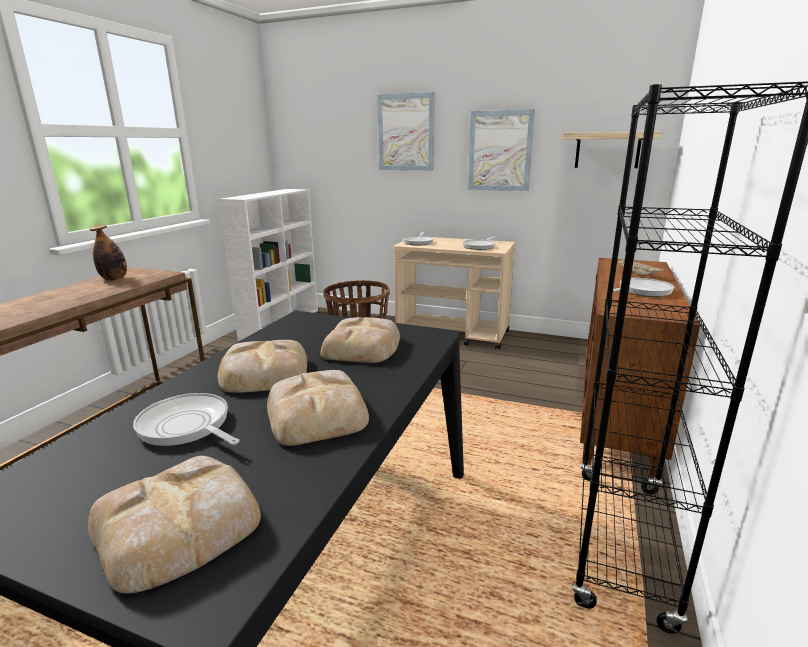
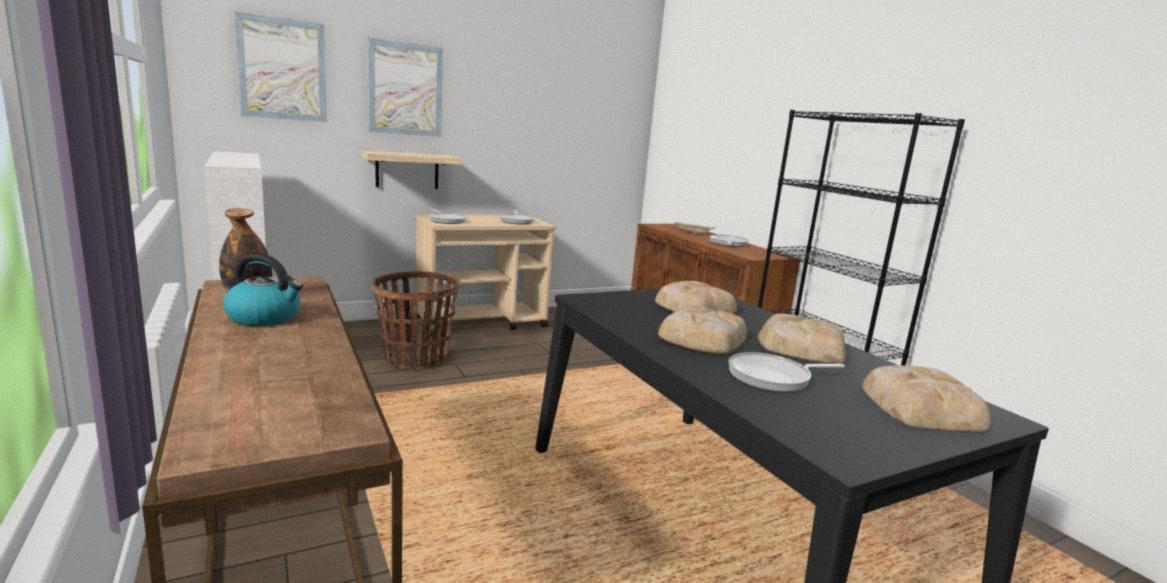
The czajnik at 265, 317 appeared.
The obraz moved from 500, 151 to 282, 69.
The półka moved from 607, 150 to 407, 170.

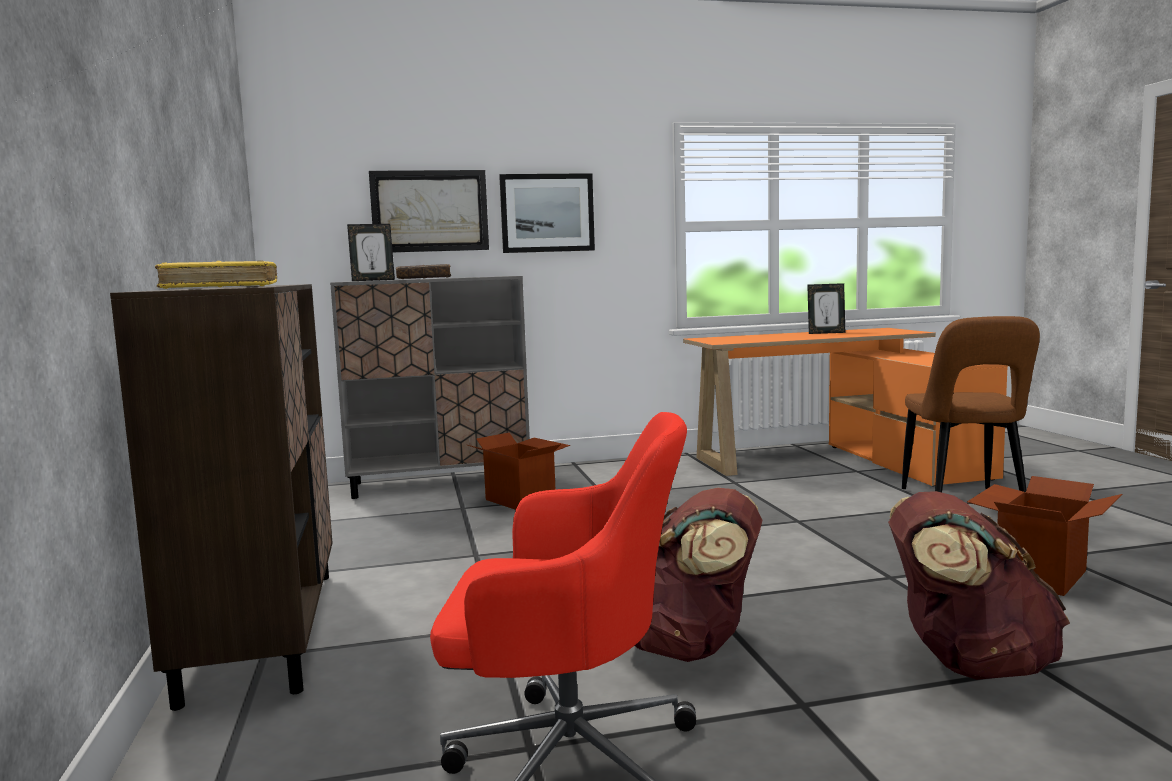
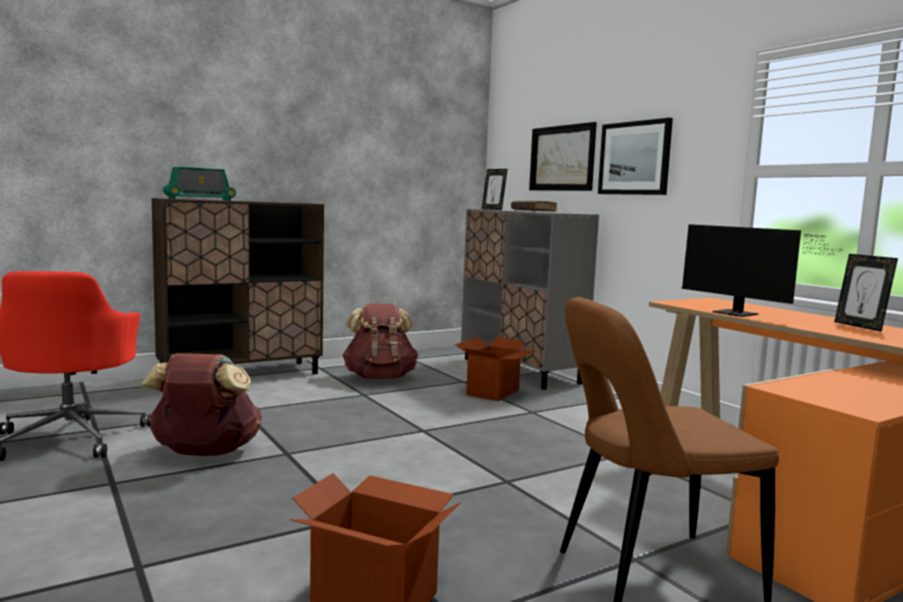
The książka [żółty] at 220, 287 was replaced by the radio at 199, 199.
The plecak [brązowy] moved from 968, 663 to 380, 378.
The monitor at 739, 314 appeared.

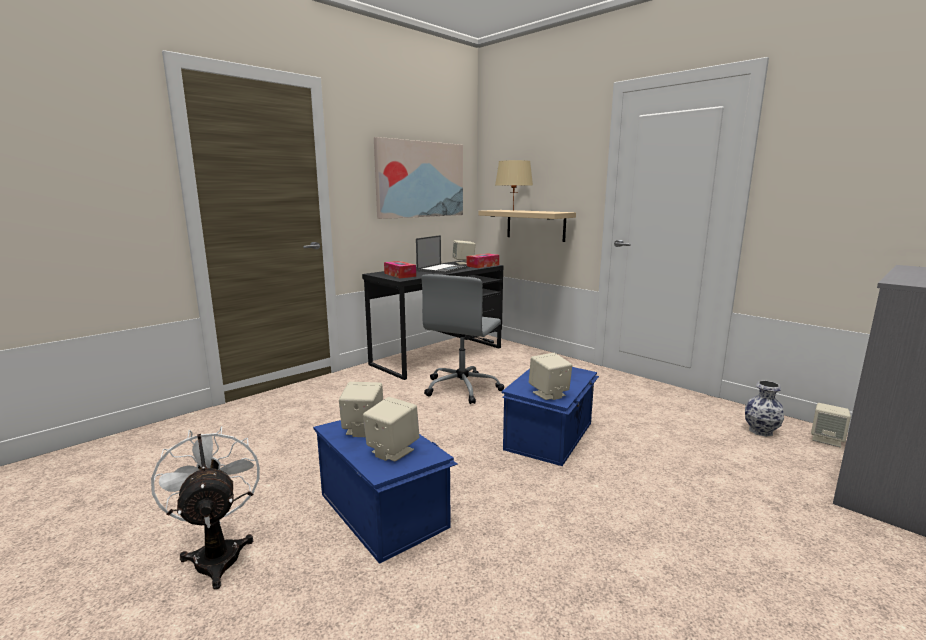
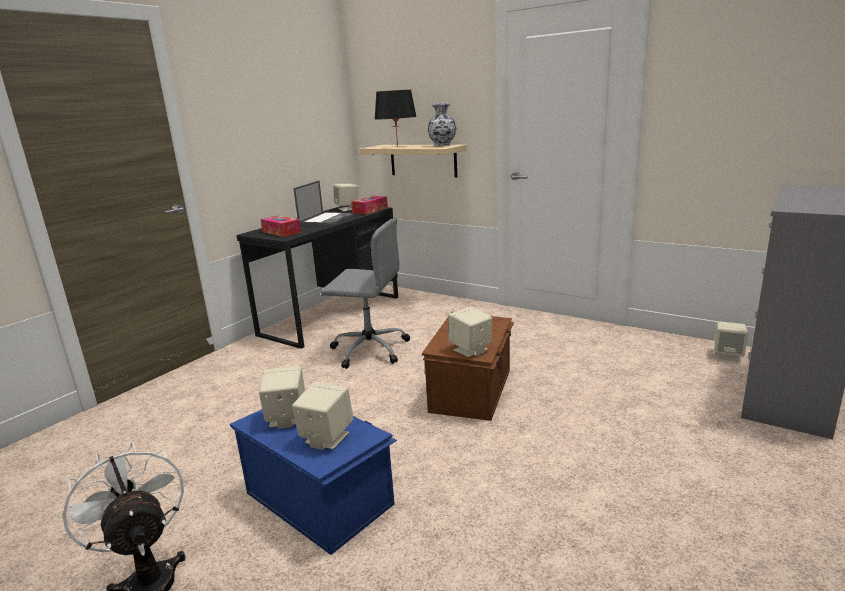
The krzesło biurowe [szary] at 462, 388 turned 90 degrees counterclockwise.
The lampa stołowa [beżowy] at 513, 210 became the lampa stołowa [czarny] at 397, 146.
The pojemnik do przechowywania [niebieski] at 551, 436 became the pojemnik do przechowywania [brązowy] at 473, 390.
The wazon moved from 760, 431 to 442, 145.
The obraz at 420, 179 disappeared.

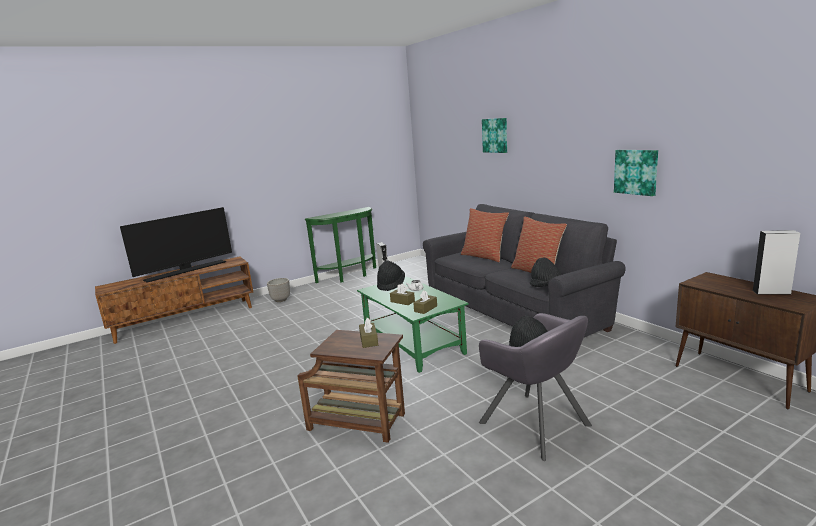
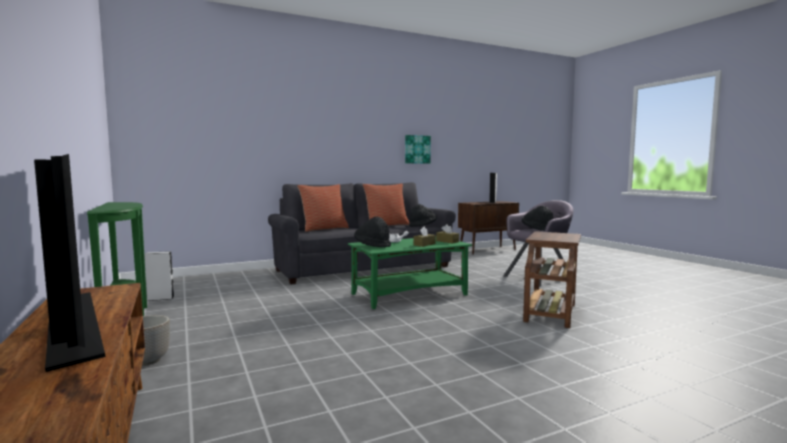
The pudełko chusteczek [brązowy] at 369, 340 disappeared.
The obraz at 495, 135 disappeared.

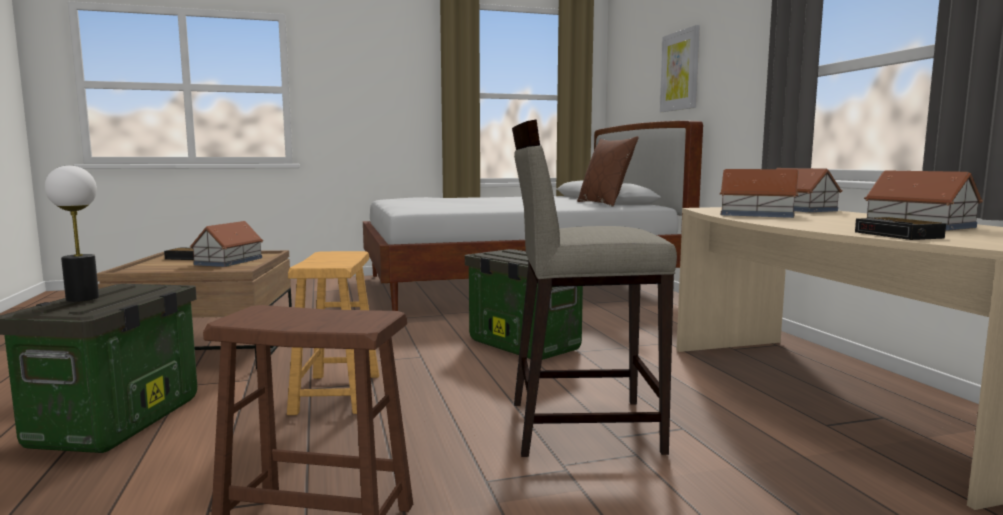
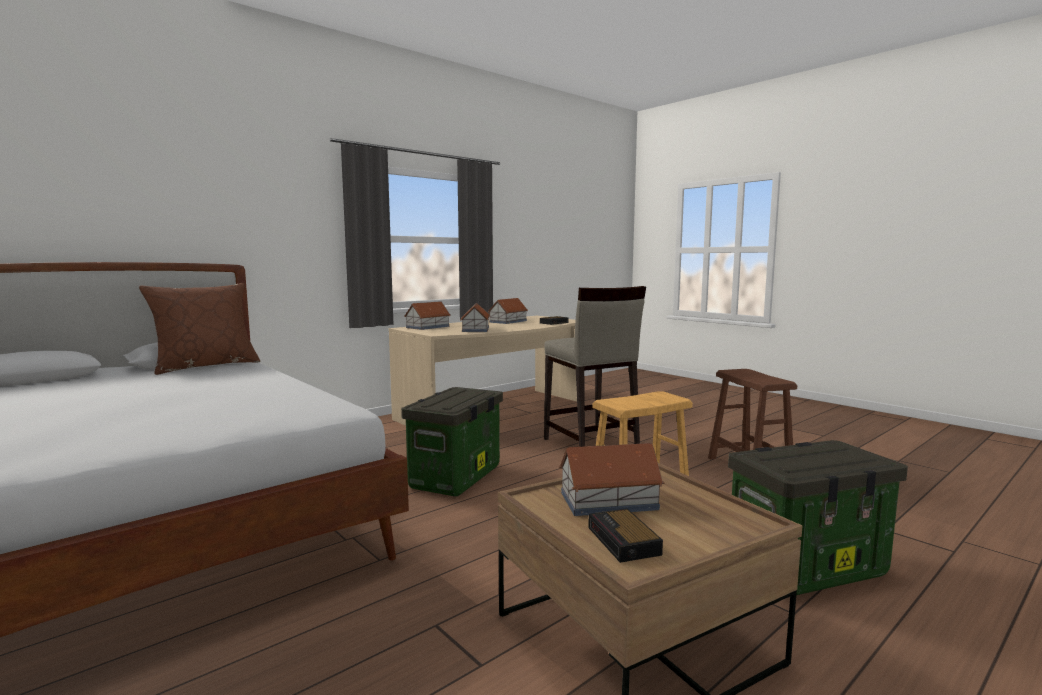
The lampa stołowa at 83, 298 disappeared.
The obraz at 680, 71 disappeared.

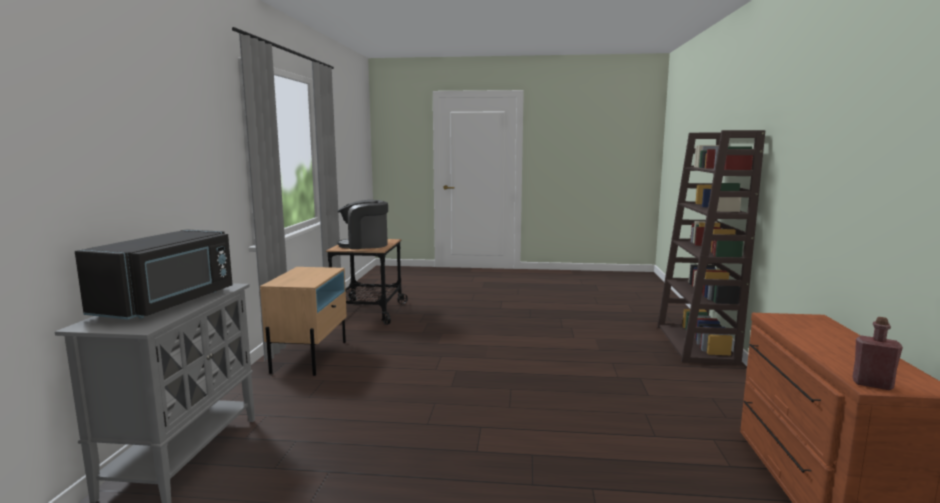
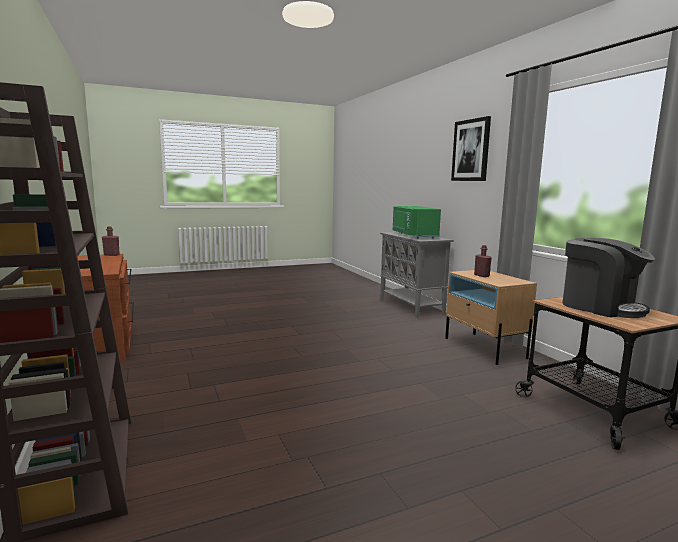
The mikrofalówka [czarny] at 169, 303 became the mikrofalówka [zielony] at 413, 235.
The obraz at 471, 150 appeared.
The butelka [czerwony] at 481, 275 appeared.
The ekspres do kawy at 364, 245 turned 90 degrees clockwise.

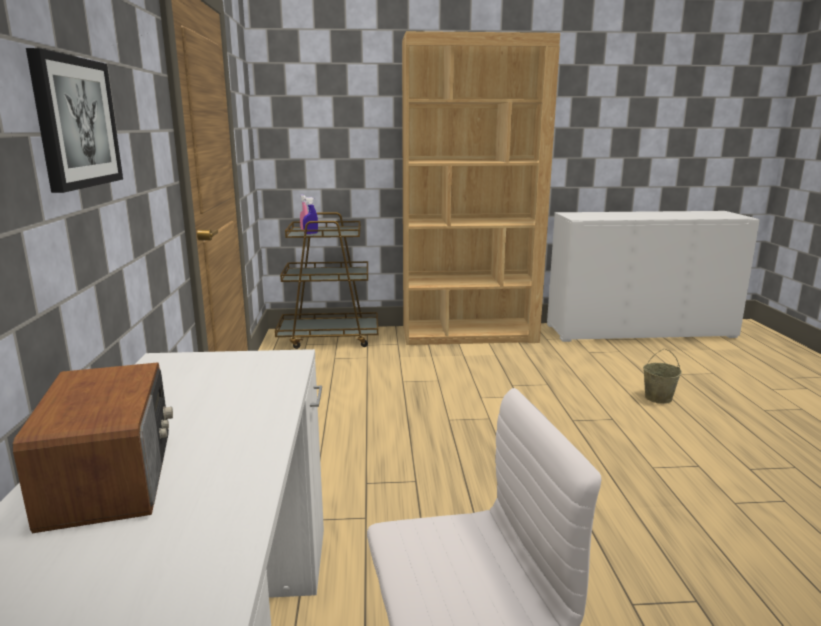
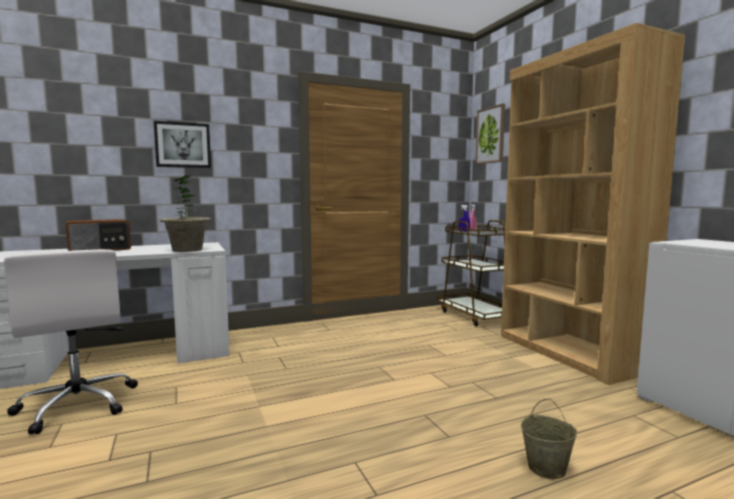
The roślina doniczkowa at 187, 250 appeared.
The obraz at 490, 135 appeared.

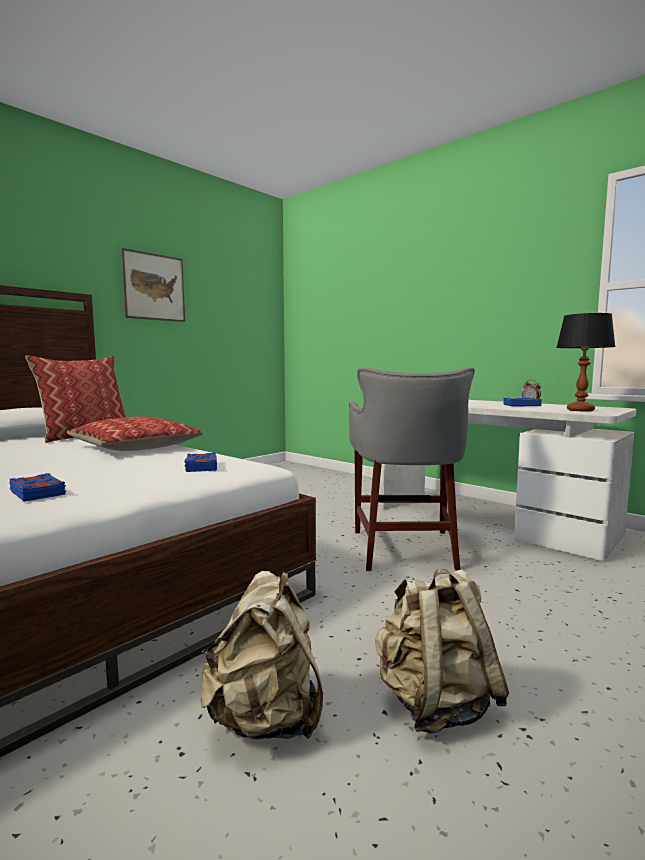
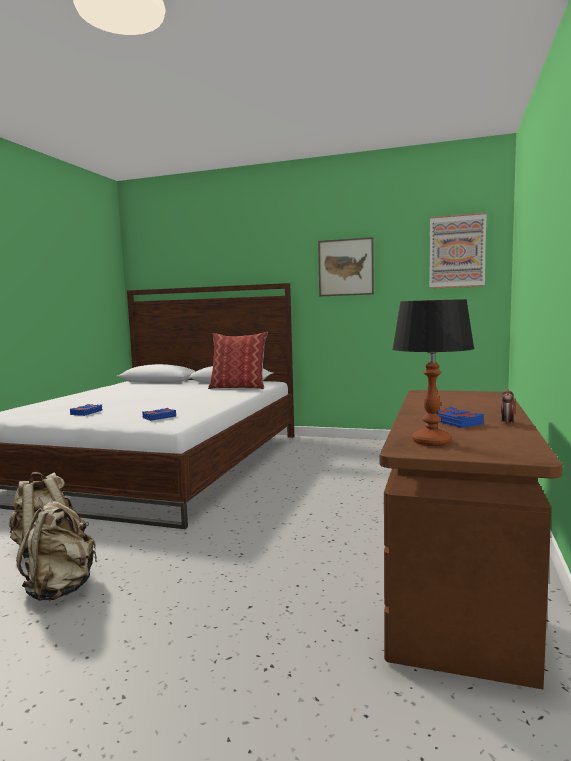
The biurko [biały] at 491, 520 became the biurko [brązowy] at 459, 575.
The obraz at 457, 251 appeared.
The poduszka at 136, 447 disappeared.
The stołek [szary] at 405, 548 disappeared.

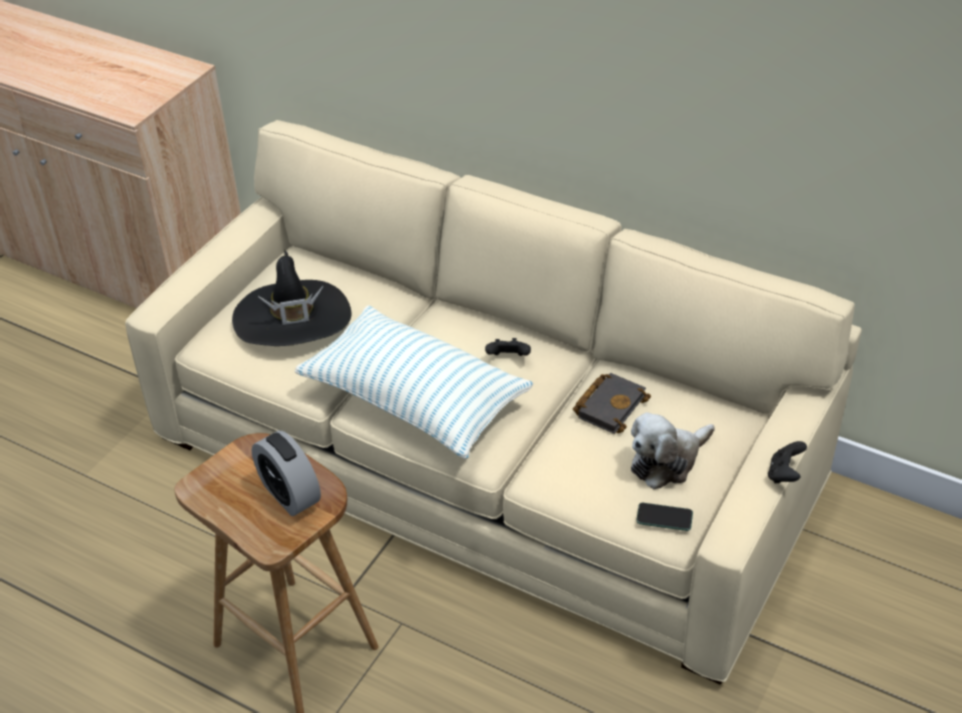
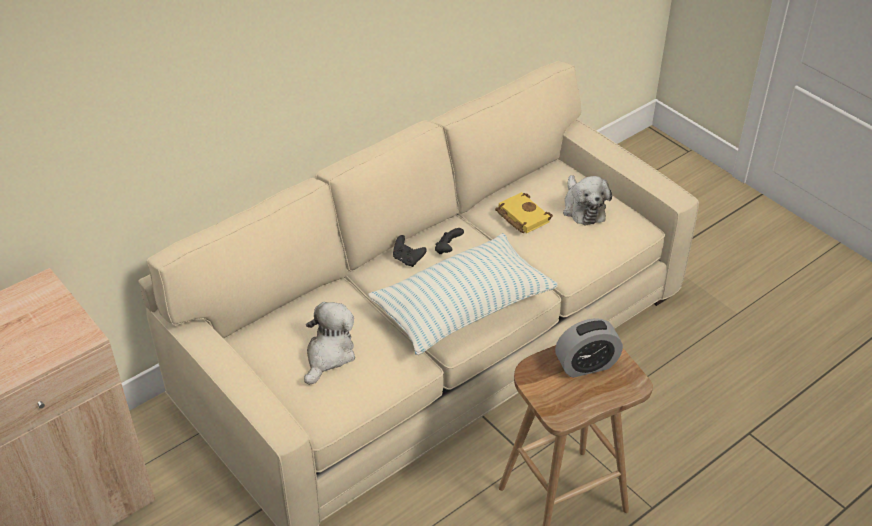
The kapelusz [czarny] at 292, 319 was replaced by the pluszak at 329, 355.
The pad do gier [czarny] moved from 784, 474 to 408, 259.
The książka [czarny] at 610, 405 became the książka [żółty] at 521, 216.
The telefon at 664, 517 disappeared.

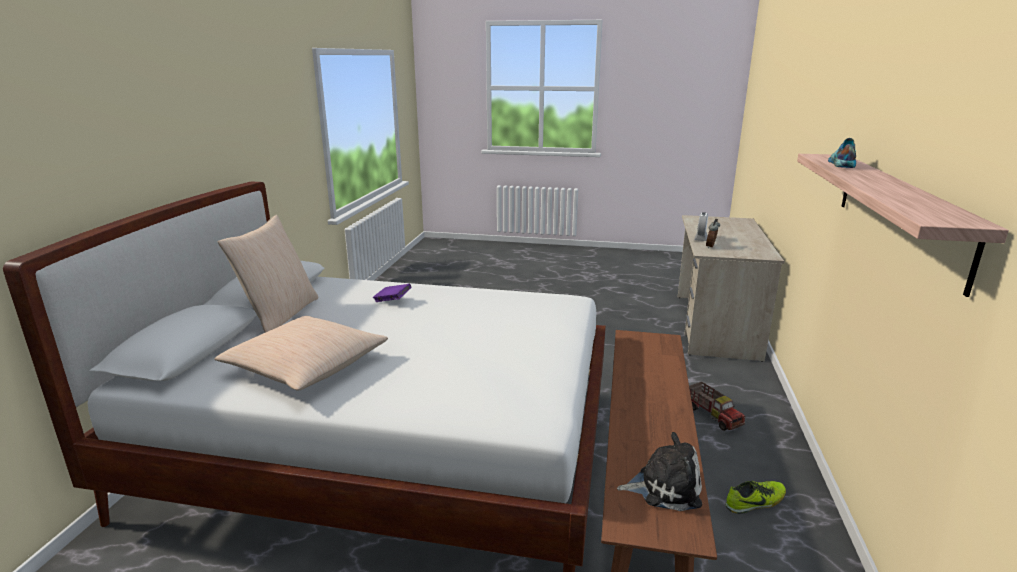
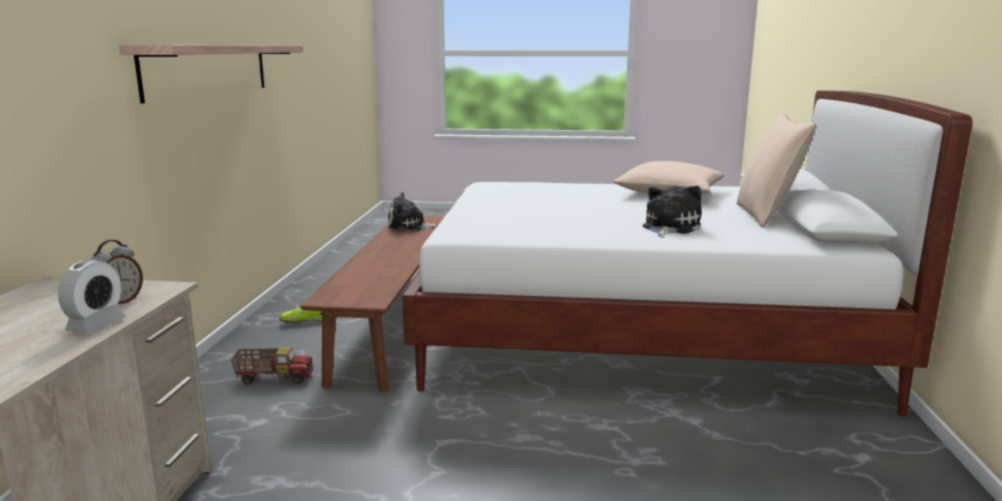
The ciężarówka zabawkowa at 713, 415 turned 120 degrees clockwise.
The książka [fioletowy] at 392, 301 was replaced by the pluszak at 669, 228.
The but at 841, 164 disappeared.

